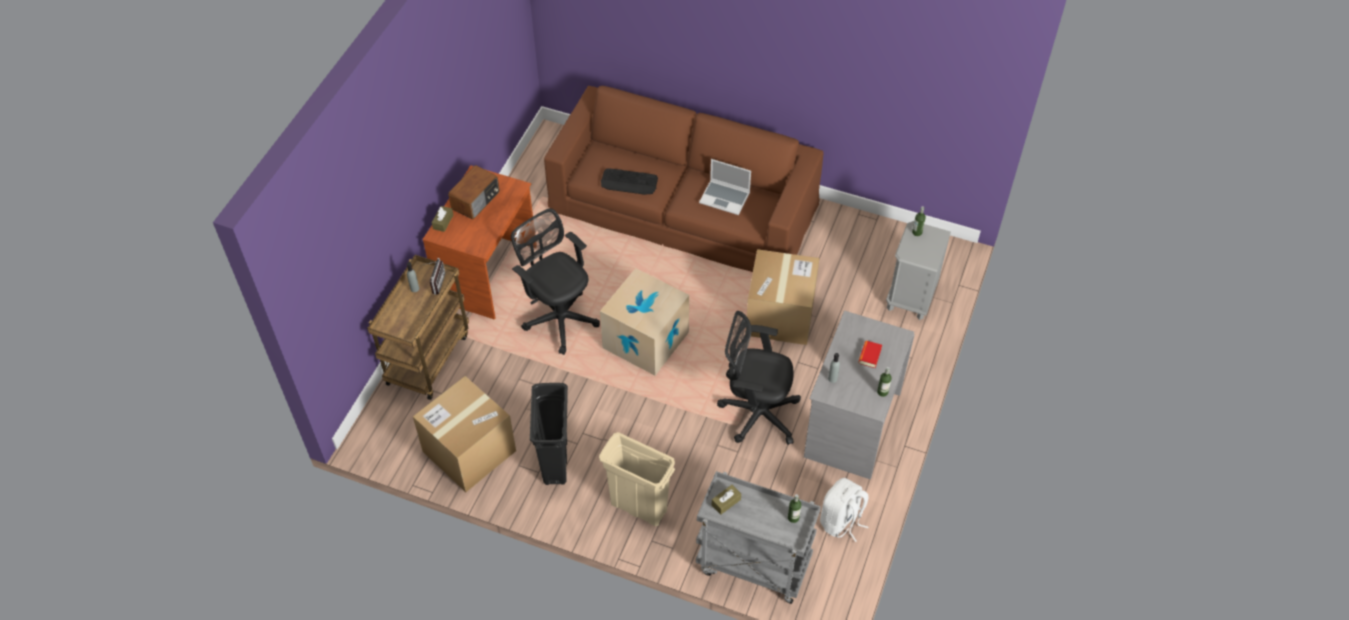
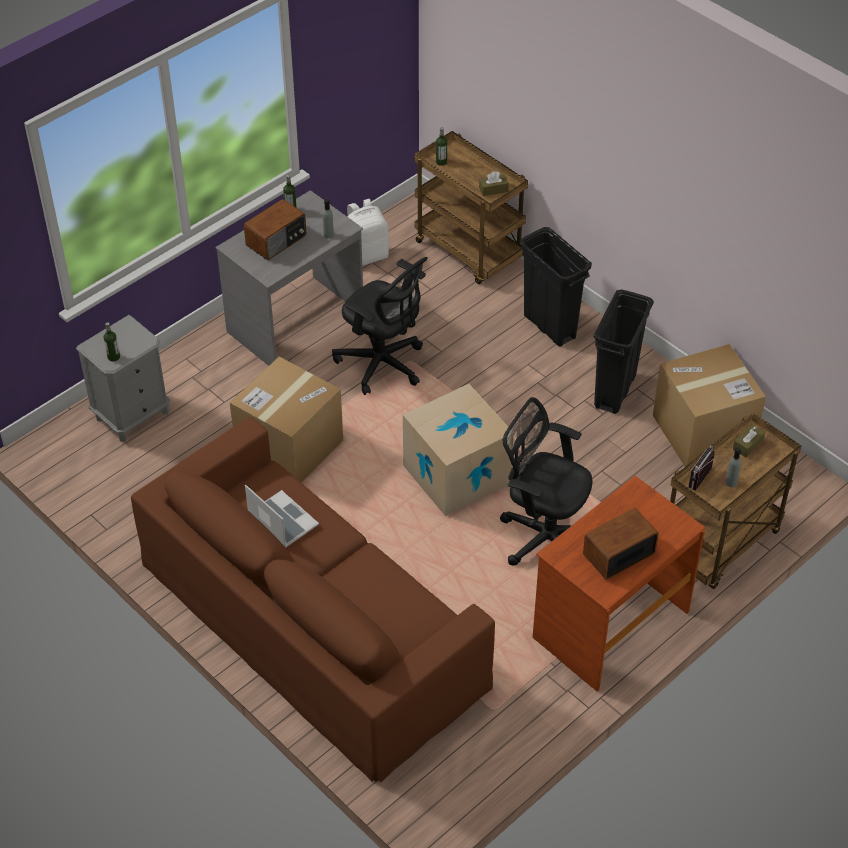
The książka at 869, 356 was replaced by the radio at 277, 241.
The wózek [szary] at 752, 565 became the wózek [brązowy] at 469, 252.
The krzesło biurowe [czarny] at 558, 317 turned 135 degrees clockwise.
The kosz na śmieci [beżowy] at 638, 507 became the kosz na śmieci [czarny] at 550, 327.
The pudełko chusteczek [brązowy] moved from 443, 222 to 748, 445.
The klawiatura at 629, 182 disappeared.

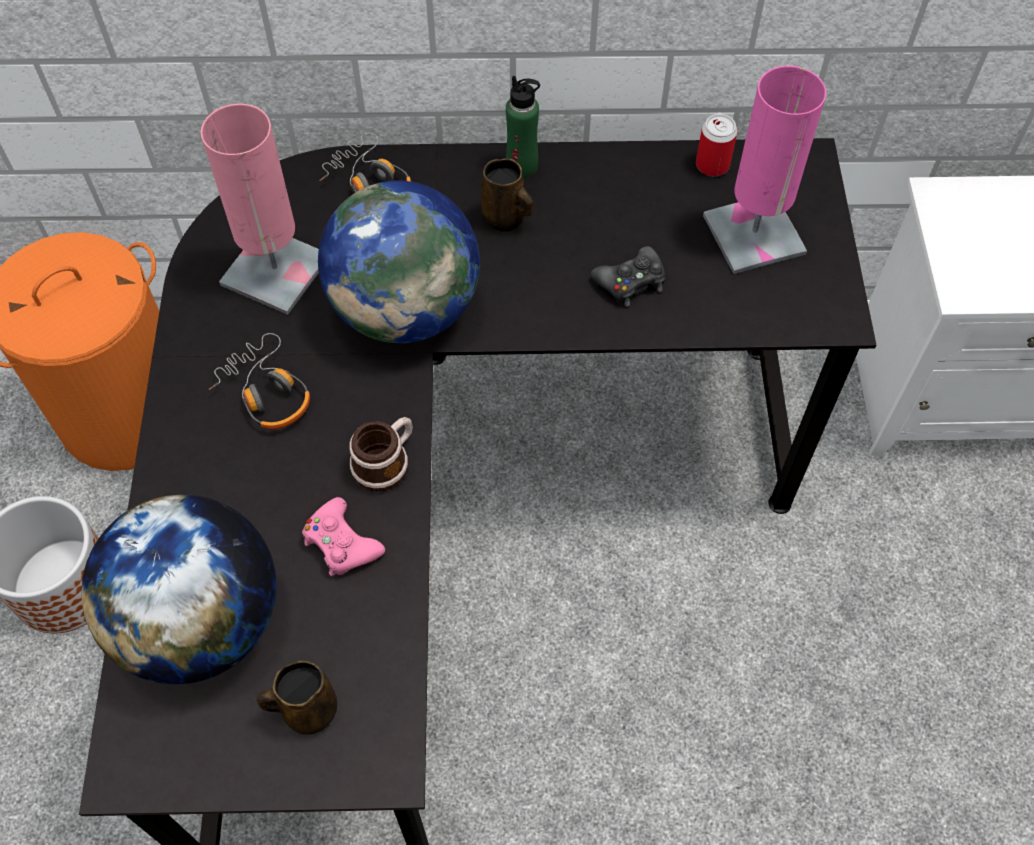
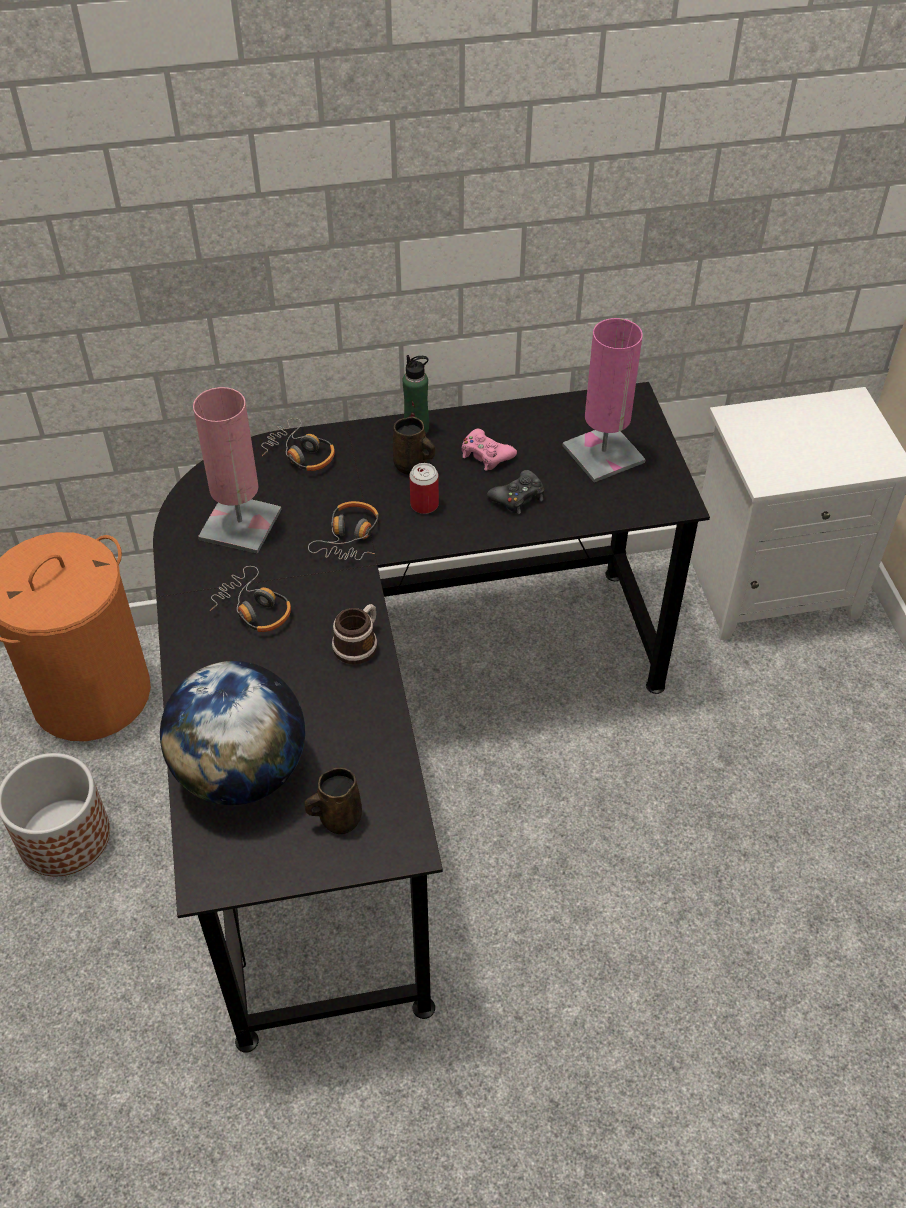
The globus at 406, 309 was replaced by the słuchawki at 349, 538.
The puszka moved from 712, 165 to 424, 505.
The pad do gier [różowy] moved from 341, 543 to 486, 455.

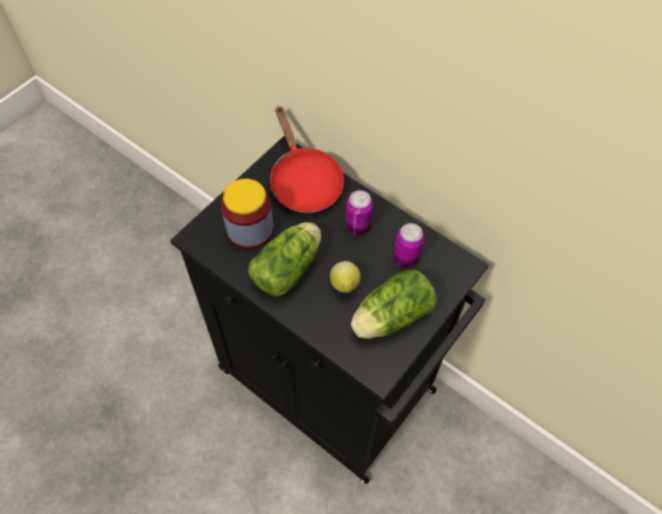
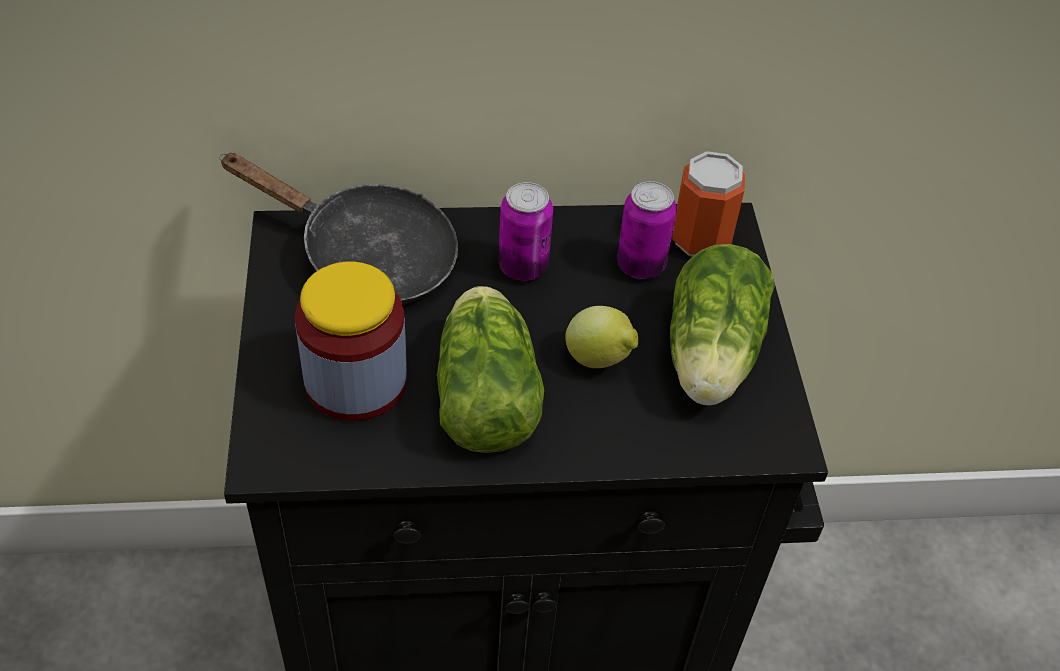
The patelnia [czerwony] at 303, 181 became the patelnia [czarny] at 365, 256.
The puszka at 700, 239 appeared.

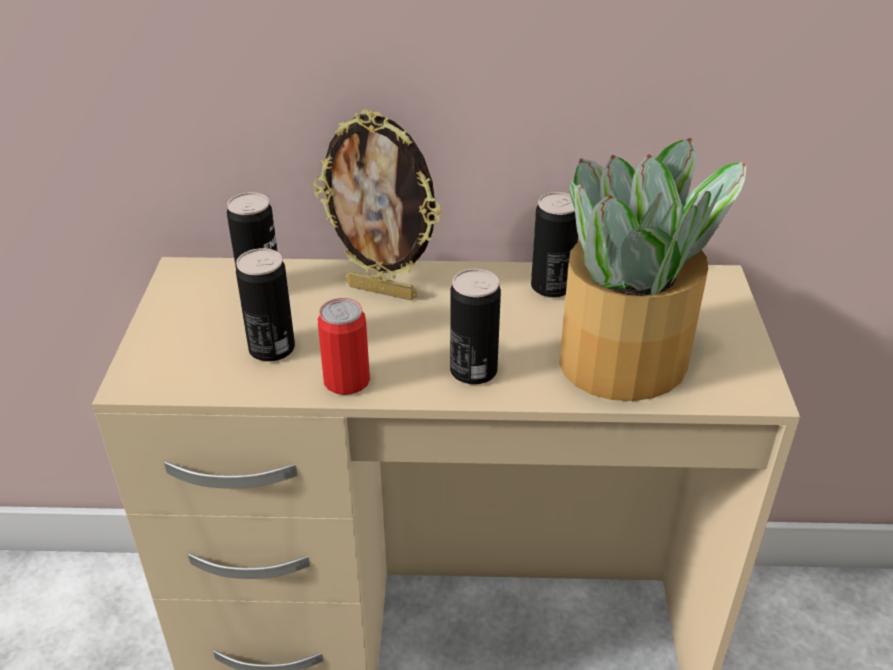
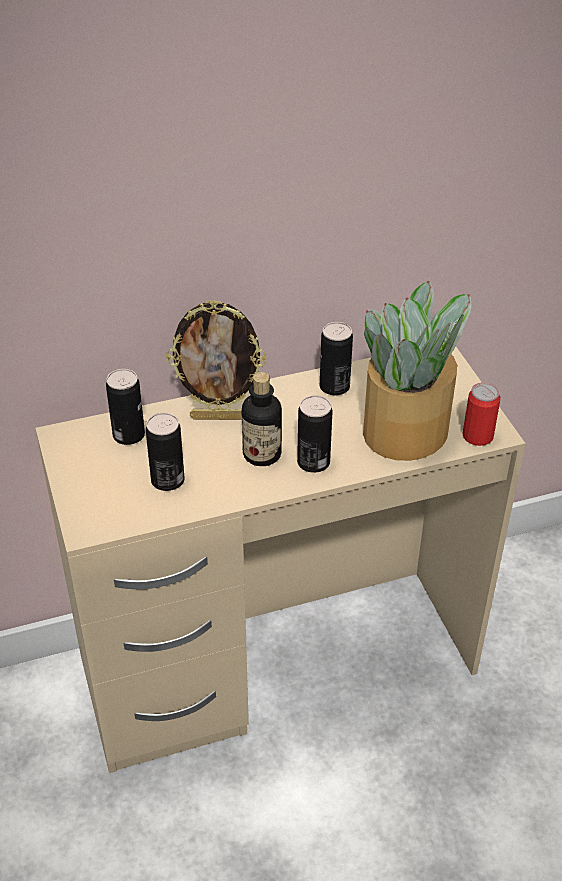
The butelka at 262, 454 appeared.
The puszka moved from 346, 381 to 477, 436.

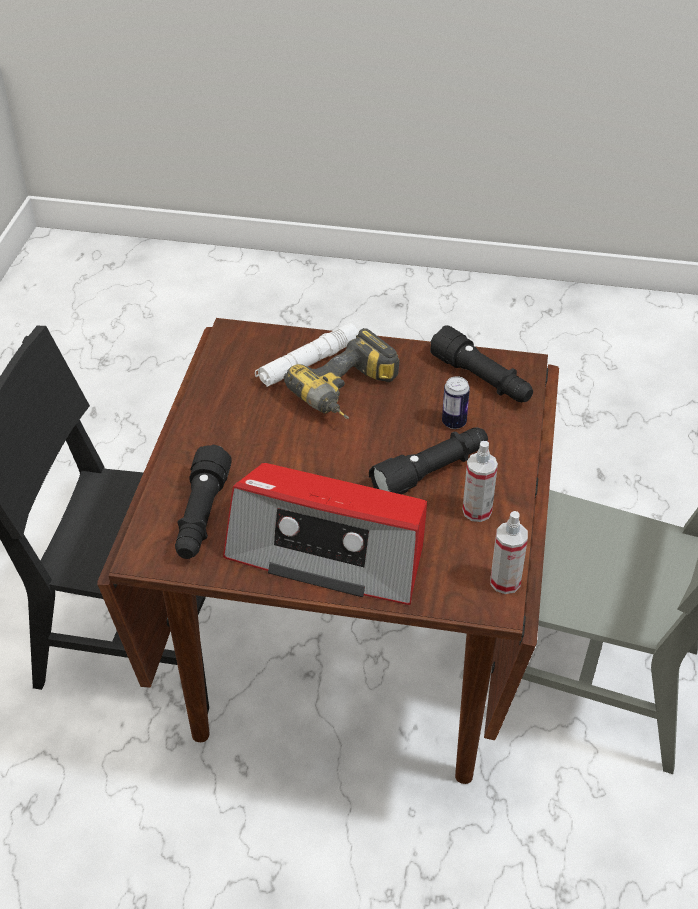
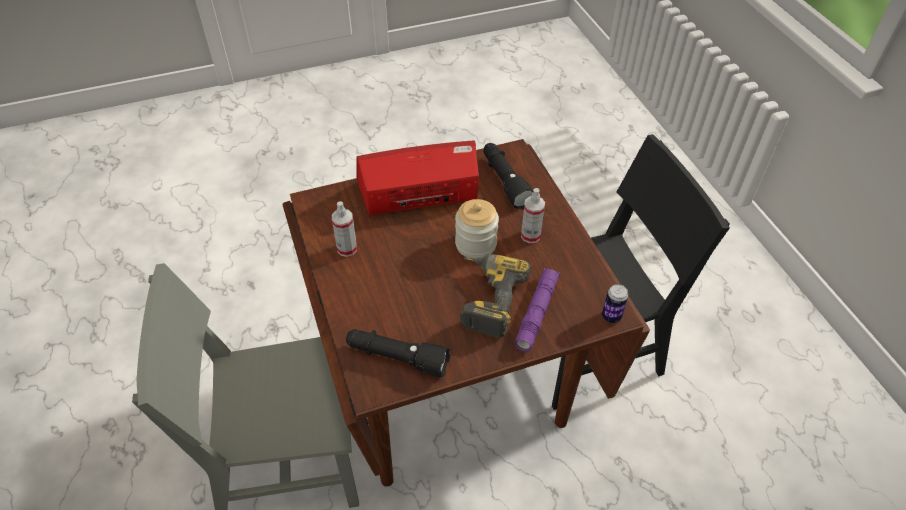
The słoik at 475, 244 appeared.
The latarka [biały] at 308, 363 became the latarka [fioletowy] at 537, 313.
The spryskiwacz moved from 505, 582 to 530, 236.
The puszka moved from 454, 423 to 611, 316.
The latarka [czarny] at 431, 472 disappeared.

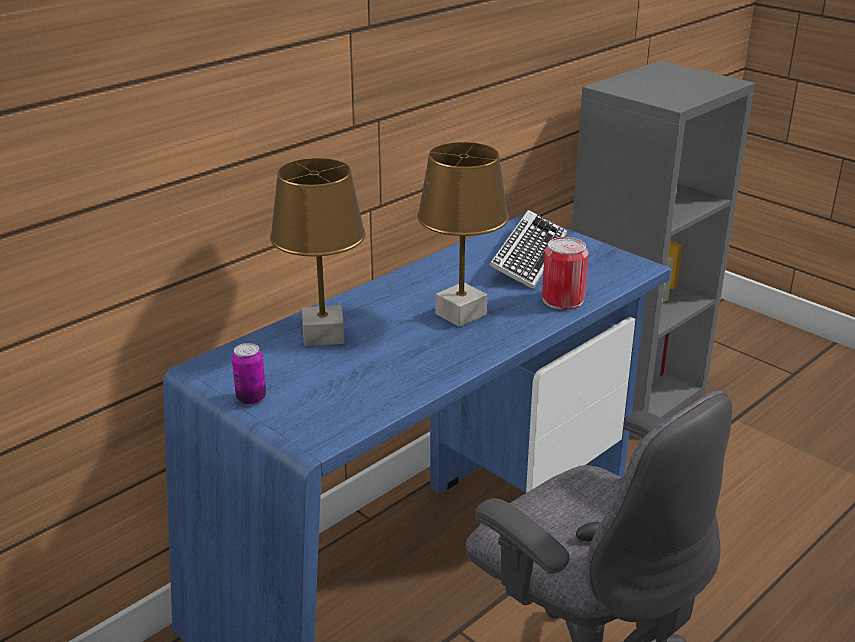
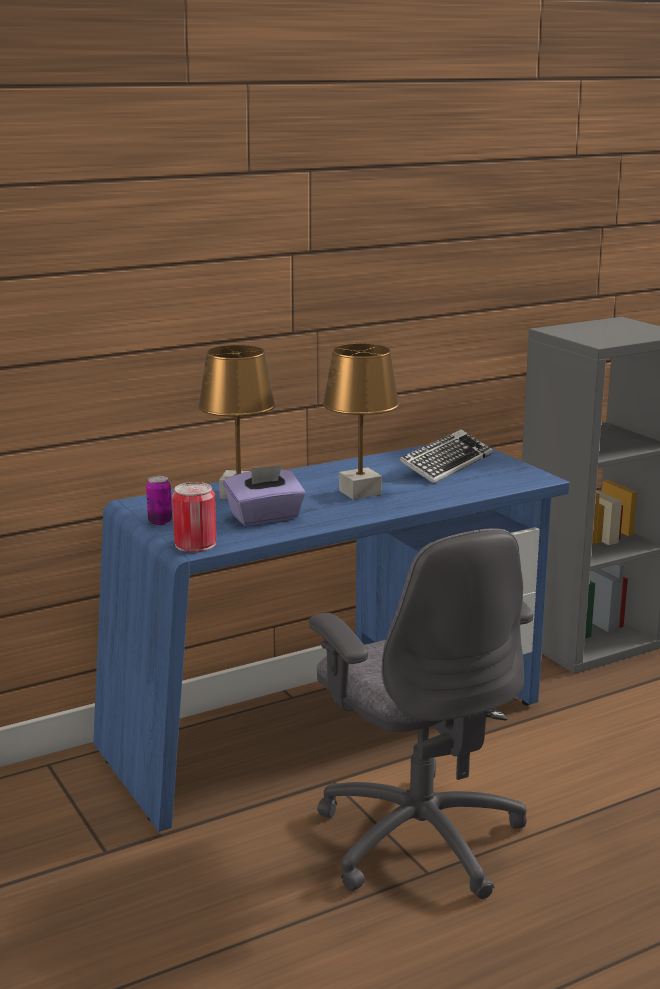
The puszka moved from 562, 299 to 195, 544.
The pudełko chusteczek [fioletowy] at 265, 517 appeared.

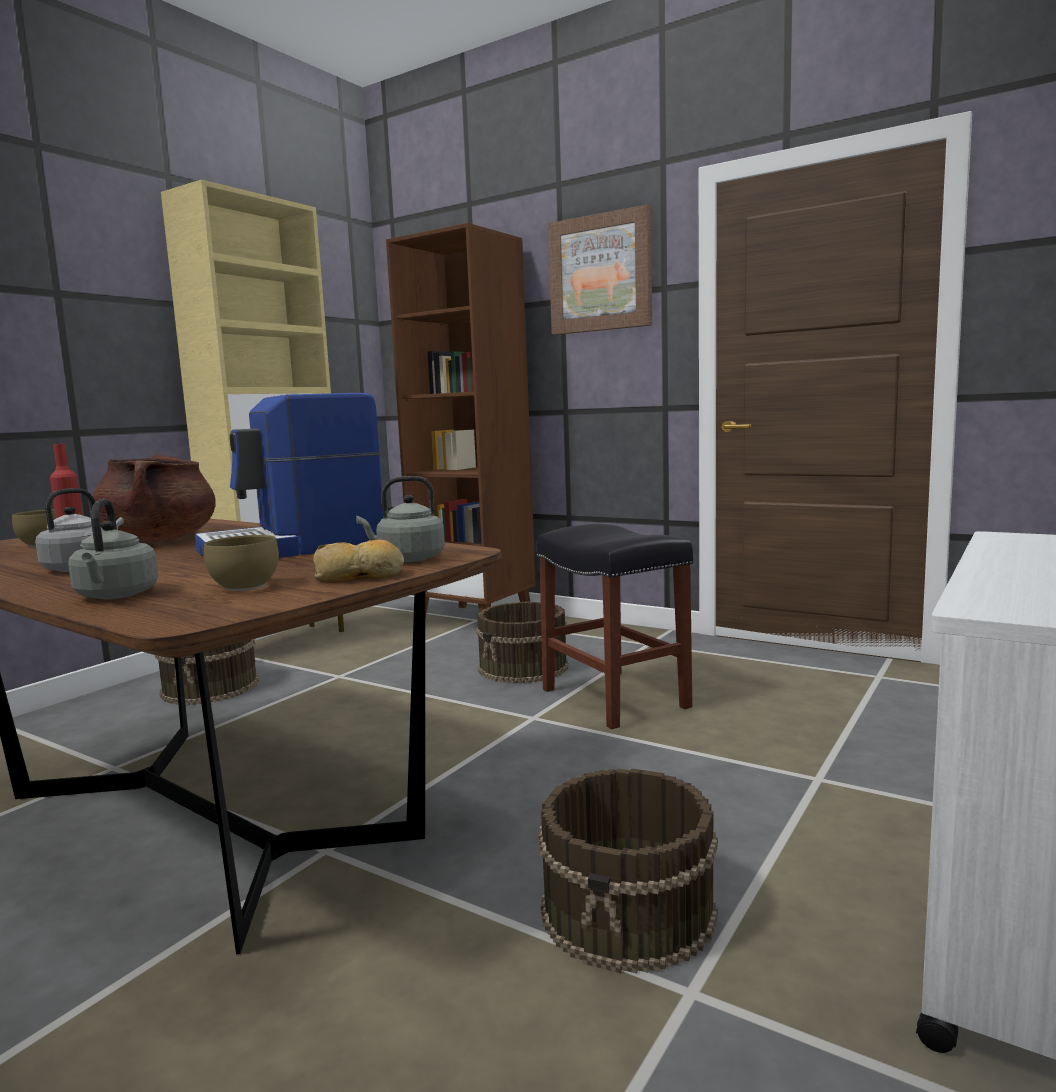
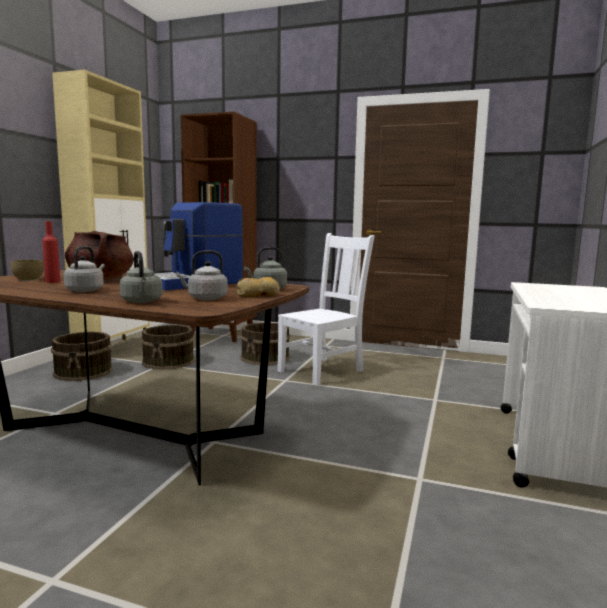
The wiadro [brązowy] moved from 630, 911 to 169, 361.
The miska [brązowy] at 242, 587 was replaced by the czajnik [szary] at 205, 298.
The stołek [czarny] at 616, 698 was replaced by the krzesło [biały] at 323, 370.
The obraz at 600, 273 disappeared.

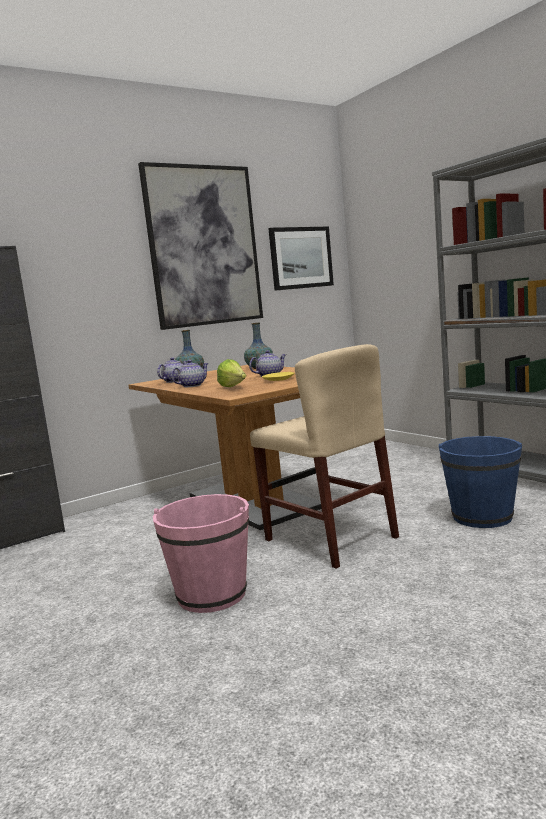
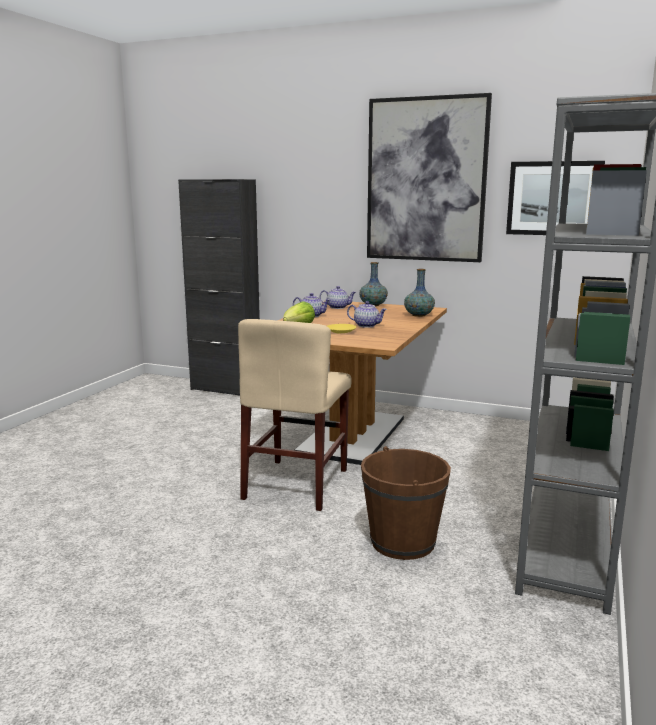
The wiadro [niebieski] at 482, 517 became the wiadro [brązowy] at 403, 542.
The wiadro [różowy] at 211, 595 disappeared.

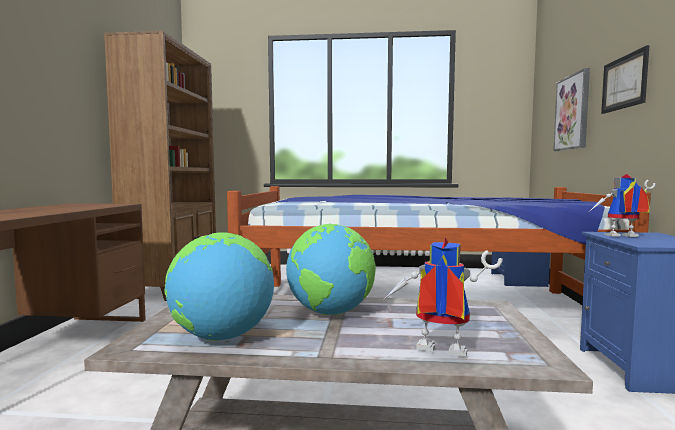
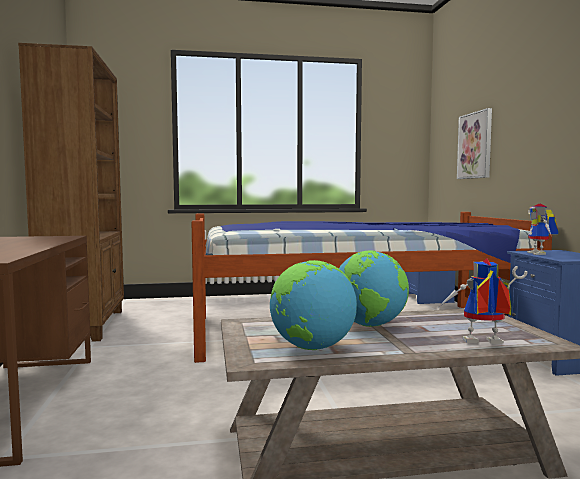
The robot zabawkowy at 621, 236 turned 75 degrees counterclockwise.
The obraz at 624, 82 disappeared.

